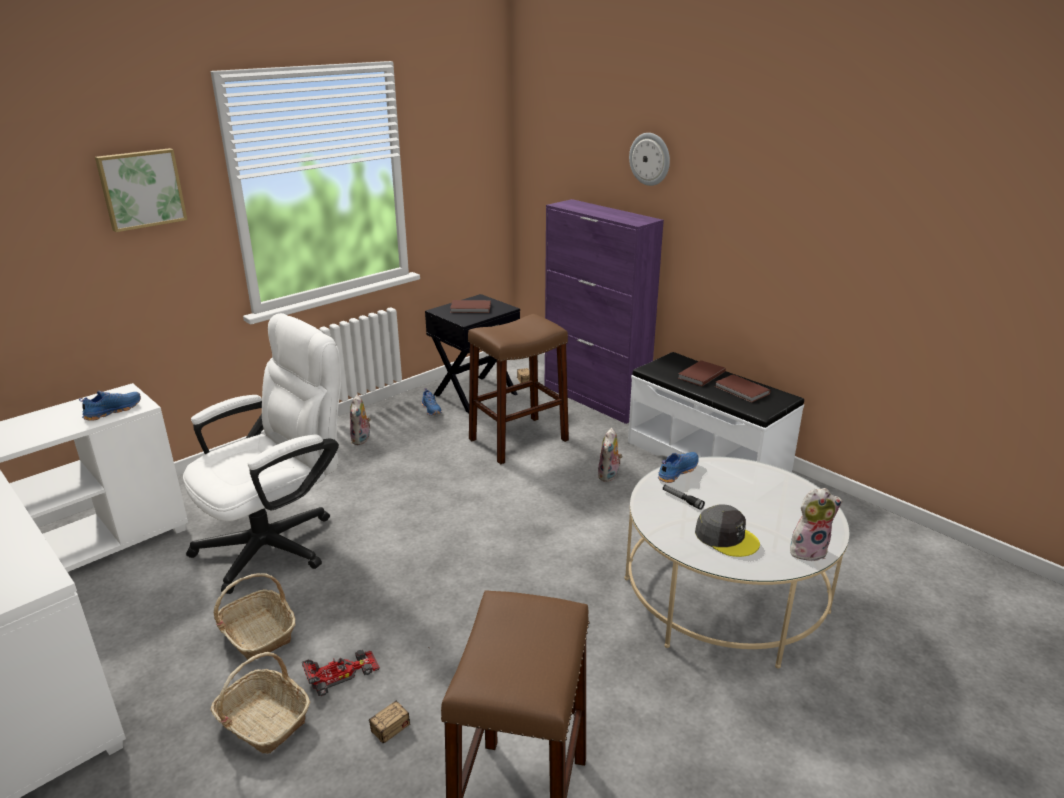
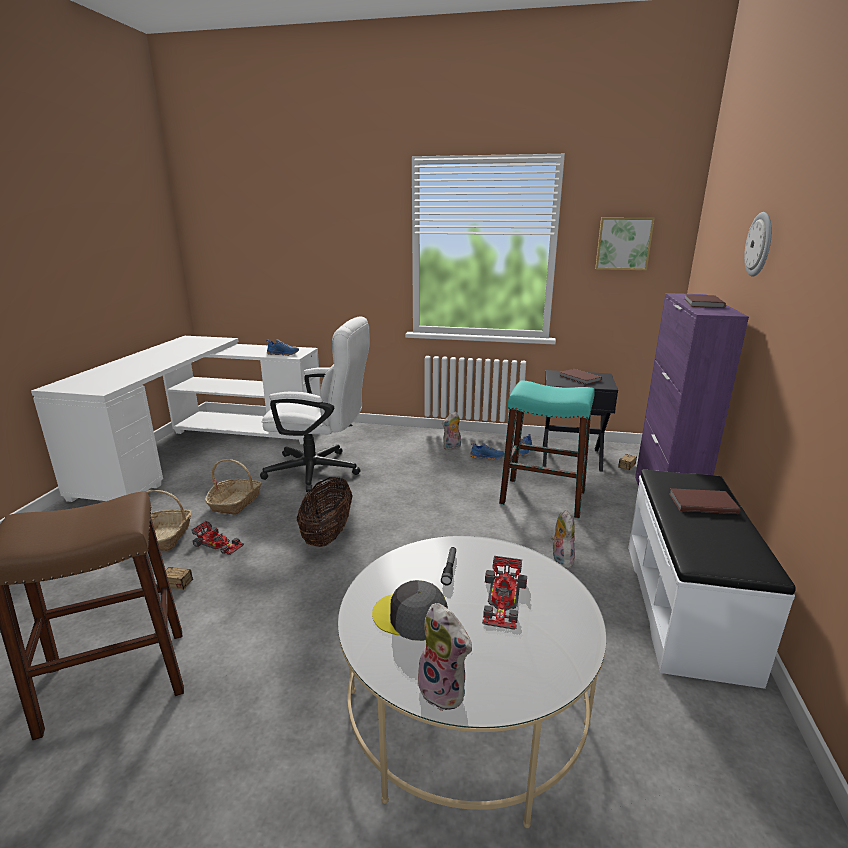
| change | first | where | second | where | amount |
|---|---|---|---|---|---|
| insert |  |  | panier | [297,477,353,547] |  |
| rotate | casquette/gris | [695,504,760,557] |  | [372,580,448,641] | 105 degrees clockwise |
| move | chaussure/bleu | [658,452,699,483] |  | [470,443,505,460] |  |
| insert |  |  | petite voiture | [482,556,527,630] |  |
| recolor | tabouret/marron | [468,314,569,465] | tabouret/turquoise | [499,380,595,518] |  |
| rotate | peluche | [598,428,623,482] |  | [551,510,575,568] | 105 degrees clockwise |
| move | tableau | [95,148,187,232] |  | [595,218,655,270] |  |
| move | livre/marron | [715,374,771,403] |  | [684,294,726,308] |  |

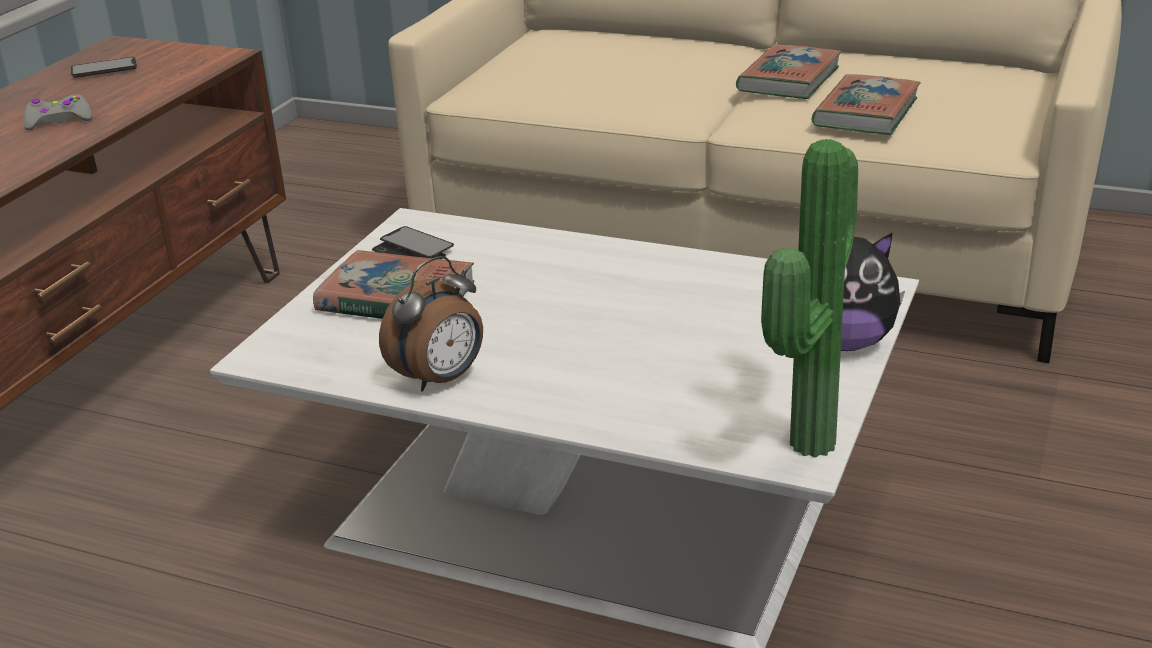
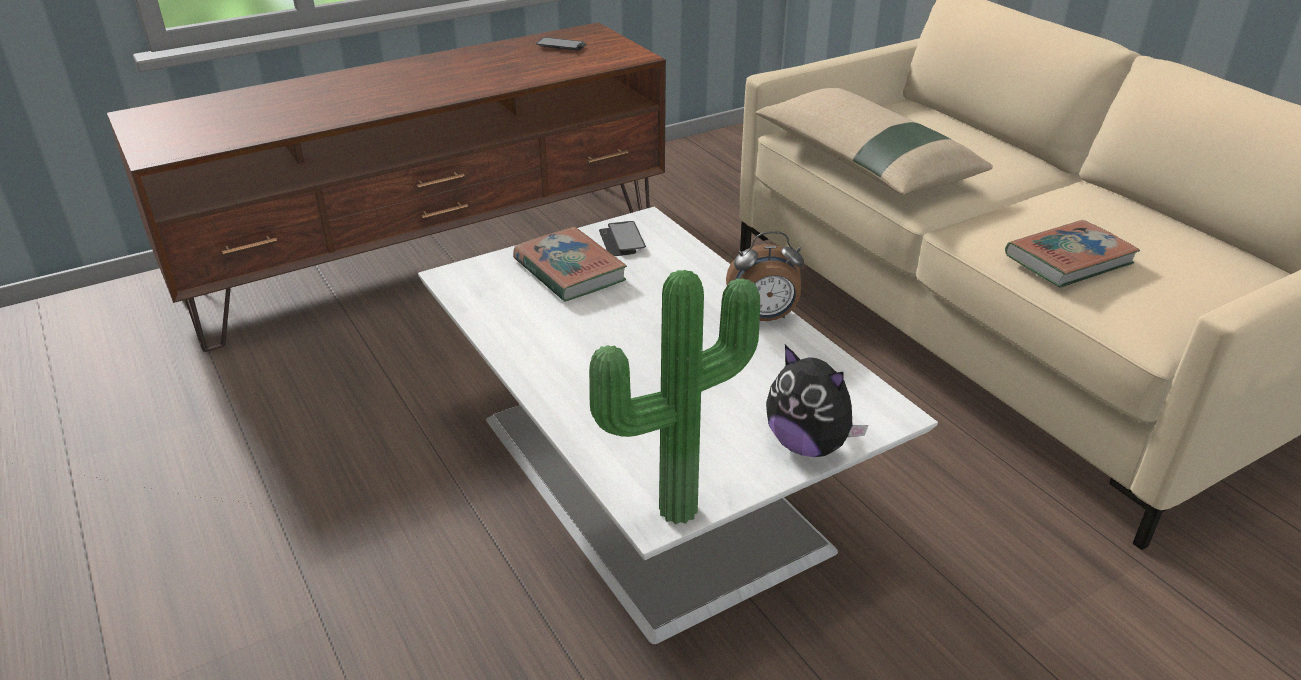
| change | first | where | second | where | amount |
|---|---|---|---|---|---|
| move | réveil | [379,256,483,392] |  | [726,231,804,321] |  |
| insert |  |  | coussin/beige | [756,88,993,195] |  |
| delete | manette/gris | [23,95,92,130] |  |  |  |
| delete | livre | [736,44,842,99] |  |  |  |

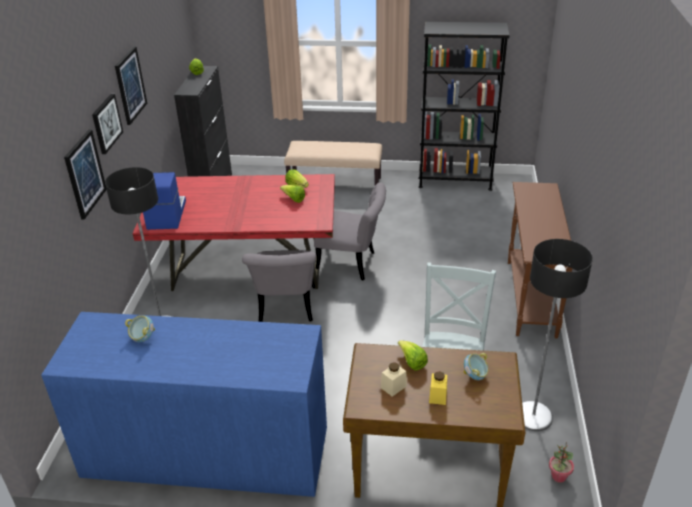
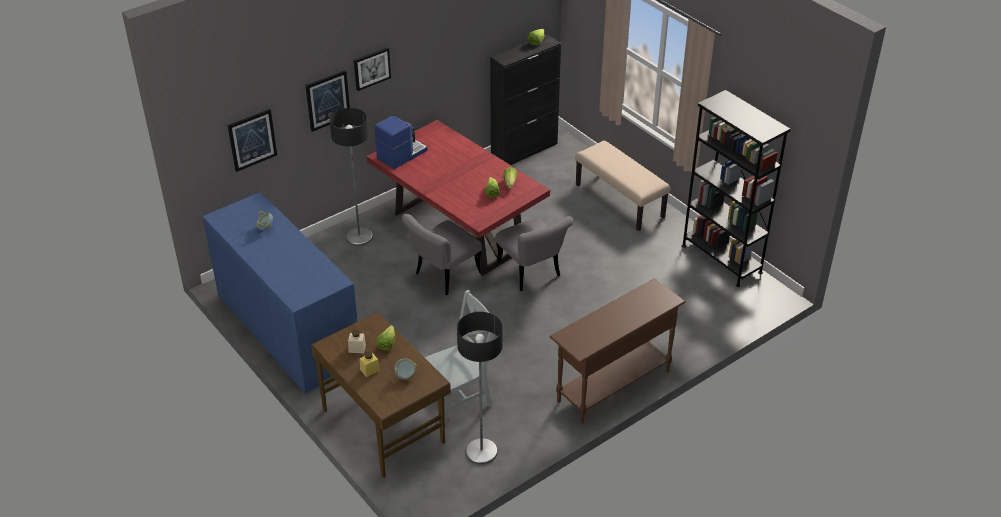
| change | first | where | second | where | amount |
|---|---|---|---|---|---|
| move | tableau | [115,47,147,125] |  | [227,109,277,172] |  |
| delete | plante en pot | [549,442,574,483] |  |  |  |

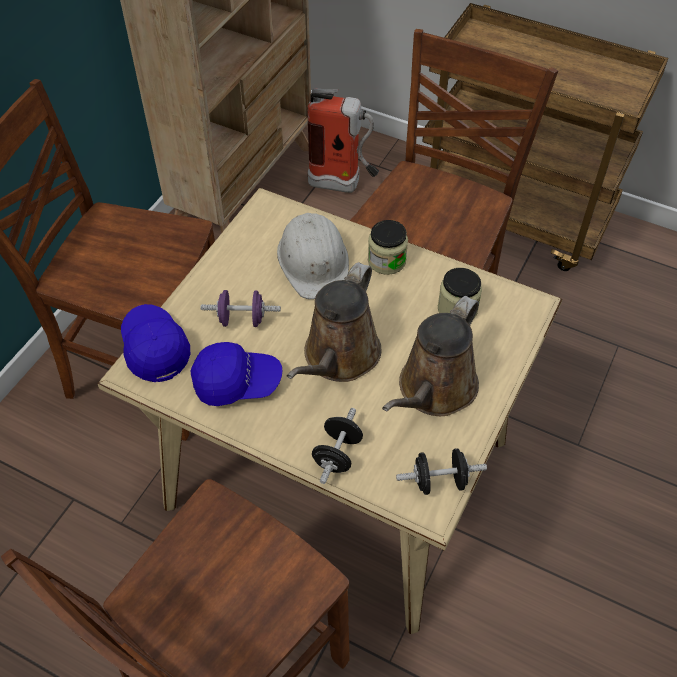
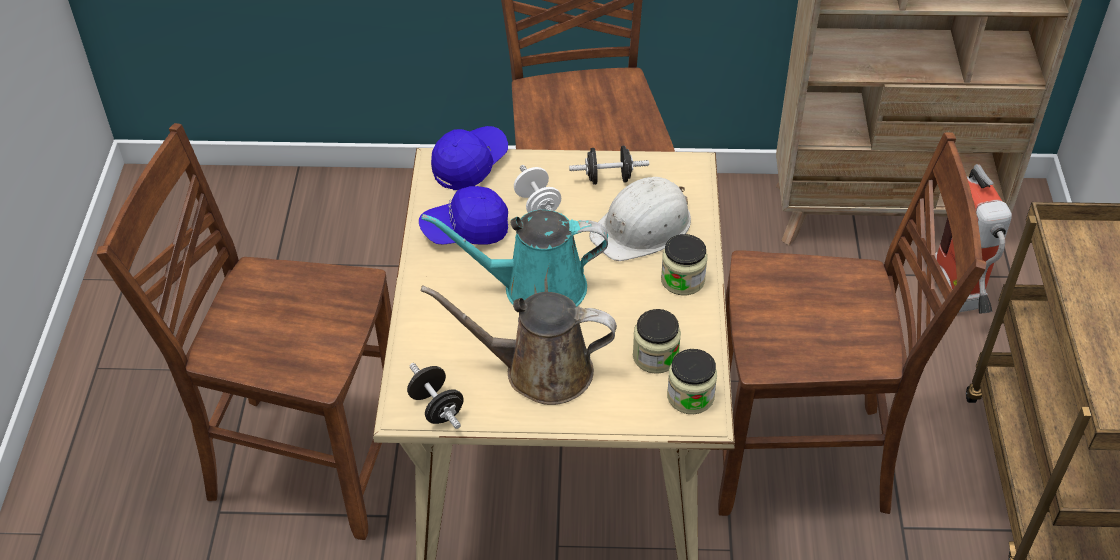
| change | first | where | second | where | amount |
|---|---|---|---|---|---|
| rotate | casquette/bleu | [190,342,282,406] |  | [419,186,508,245] | 105 degrees clockwise |
| recolor | arrosoir/marron | [287,262,381,382] | arrosoir/turquoise | [421,210,608,307] |  |
| recolor | haltère/violet | [201,290,281,327] | haltère/blanc | [514,165,561,213] |  |
| move | haltère/noir | [312,408,363,484] |  | [569,146,649,185] |  |
| insert |  |  | bocal | [667,349,717,414] |  |

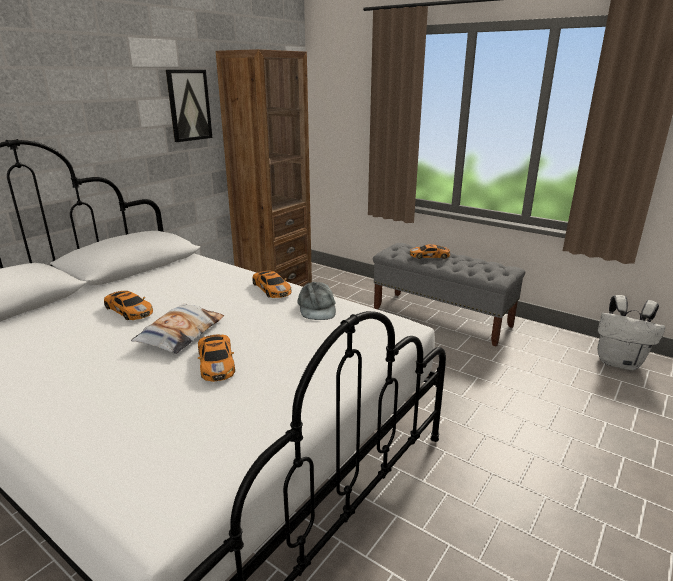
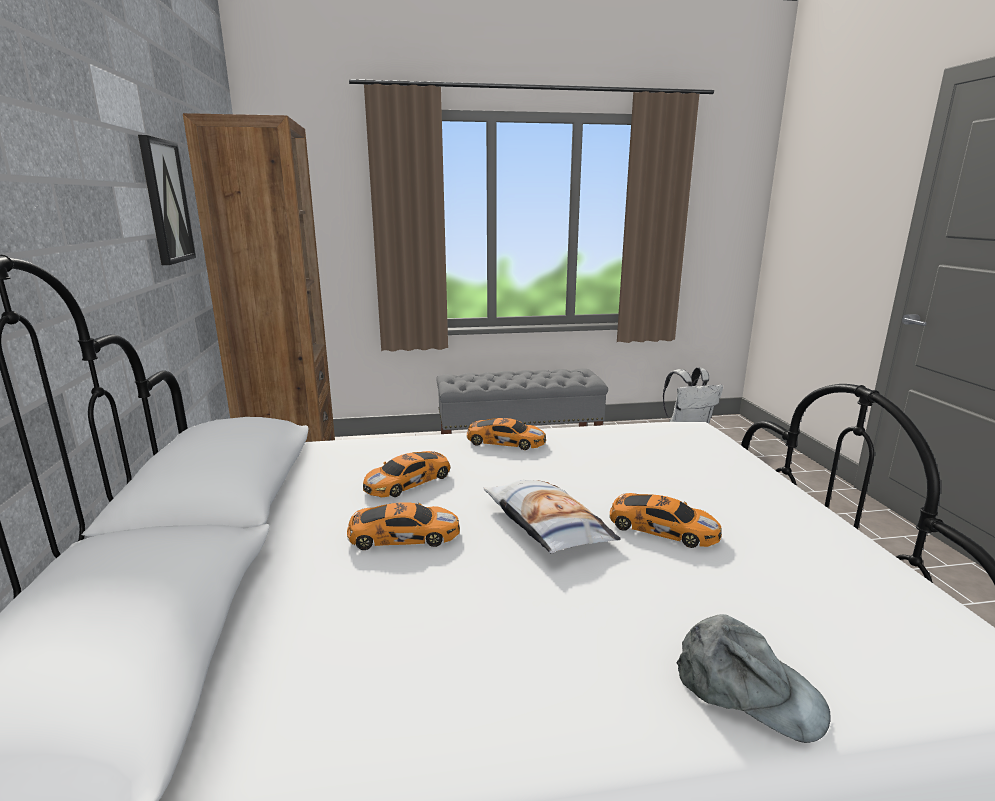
| change | first | where | second | where | amount |
|---|---|---|---|---|---|
| move | petite voiture | [409,244,450,259] |  | [363,451,451,497] |  |
| move | casquette/gris | [297,281,336,320] |  | [677,614,831,743] |  |

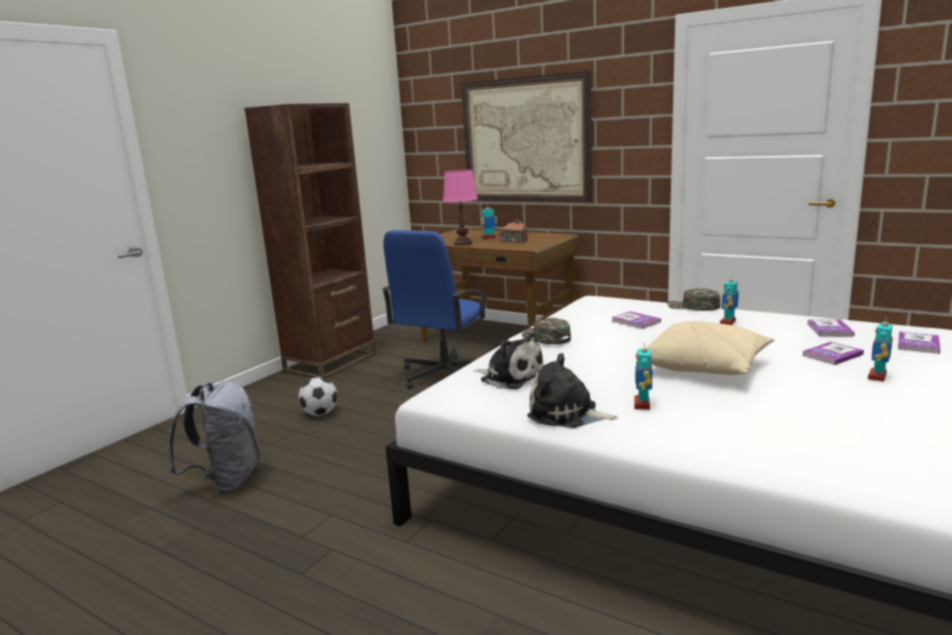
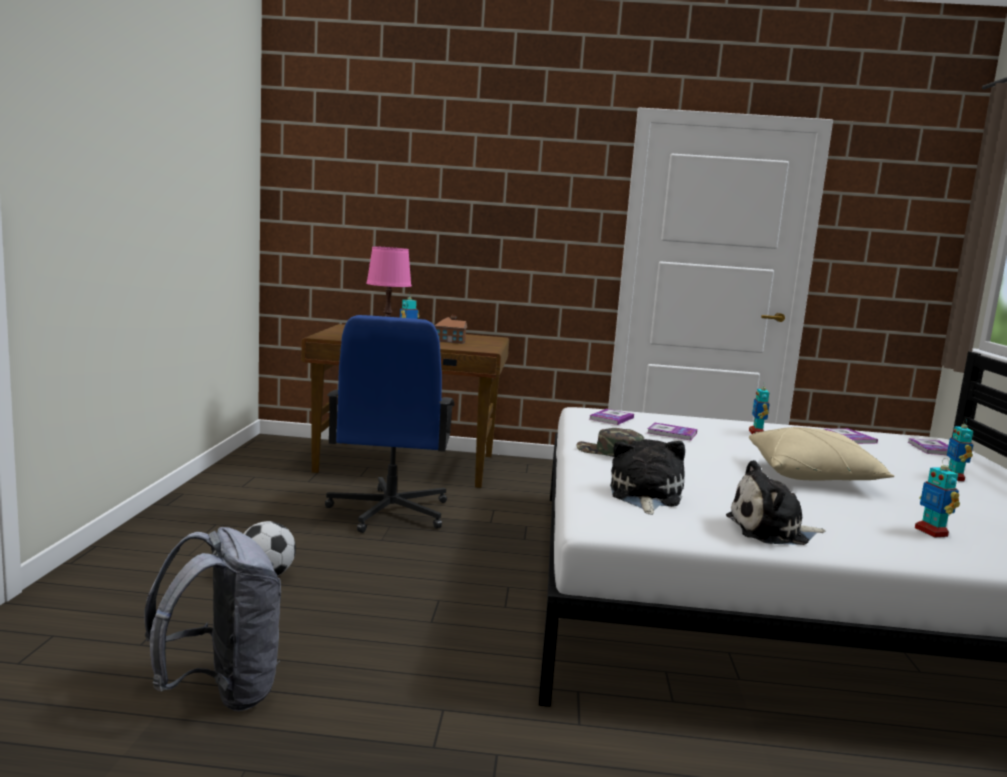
| change | first | where | second | where | amount |
|---|---|---|---|---|---|
| move | livre | [802,342,864,365] |  | [590,409,634,425] |  |
| rotate | peluche | [474,333,543,389] |  | [610,439,685,515] | 90 degrees counterclockwise |
| move | robot jouet | [634,341,652,410] |  | [915,458,960,538] |  |
| delete | bibliothèque/marron | [244,103,376,378] |  |  |  |
| delete | tableau | [461,71,592,203] |  |  |  |
| delete | casquette/vert | [667,288,720,311] |  |  |  |

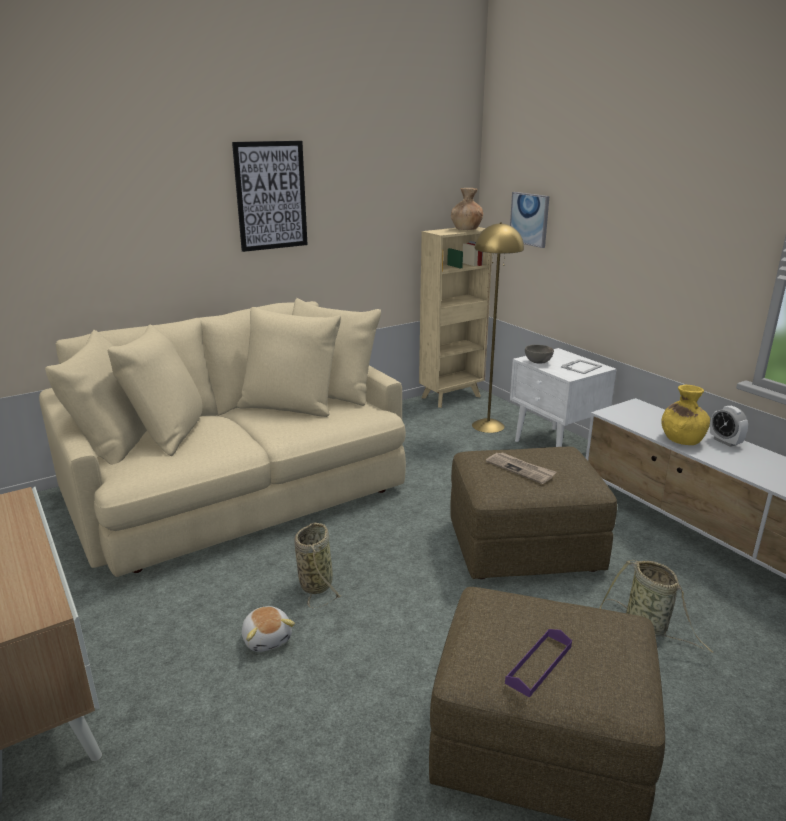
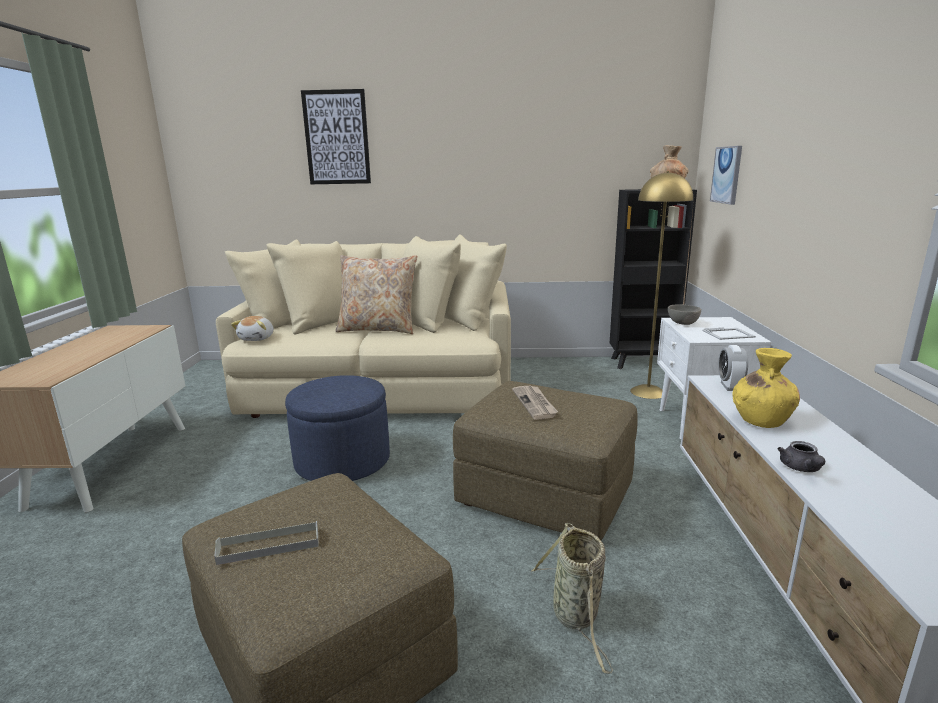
| change | first | where | second | where | amount |
|---|---|---|---|---|---|
| recolor | plateau/violet | [505,629,572,698] | plateau/gris | [214,521,319,565] |  |
| move | peluche | [242,606,295,652] |  | [231,316,274,341] |  |
| replace | panier | [294,523,342,609] | pouf/bleu | [285,375,390,481] |  |
| move | tableau | [232,141,308,252] |  | [301,89,371,184] |  |
| insert |  |  | coussin/beige | [336,255,417,334] |  |
| recolor | bibliothèque/beige | [419,227,492,408] | bibliothèque/noir | [610,189,697,369] |  |
| move | réveil | [710,406,748,447] |  | [718,345,748,391] |  |
| insert |  |  | théière/gris | [778,441,825,472] |  |

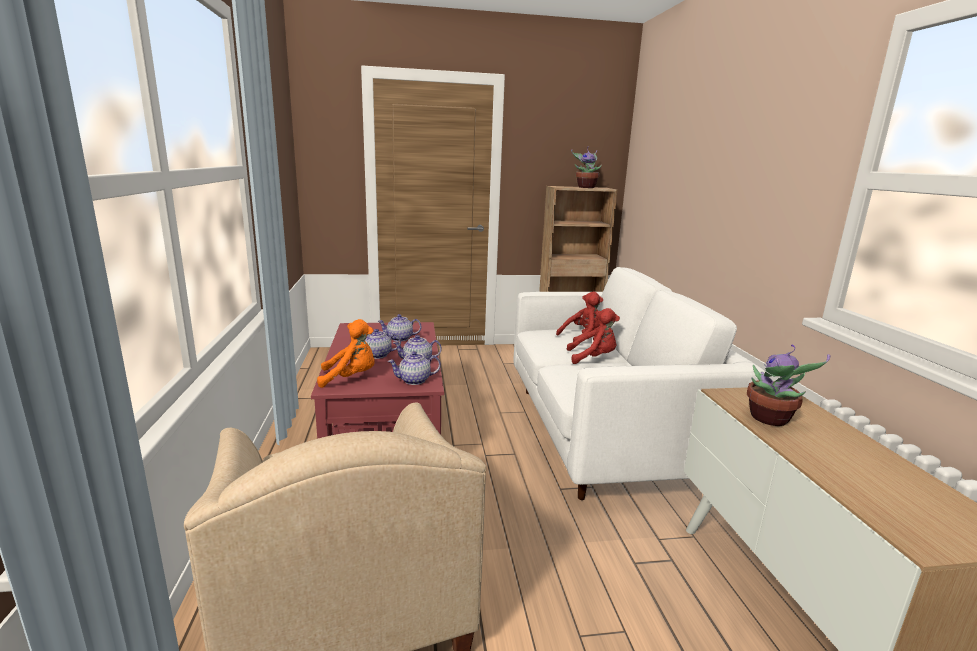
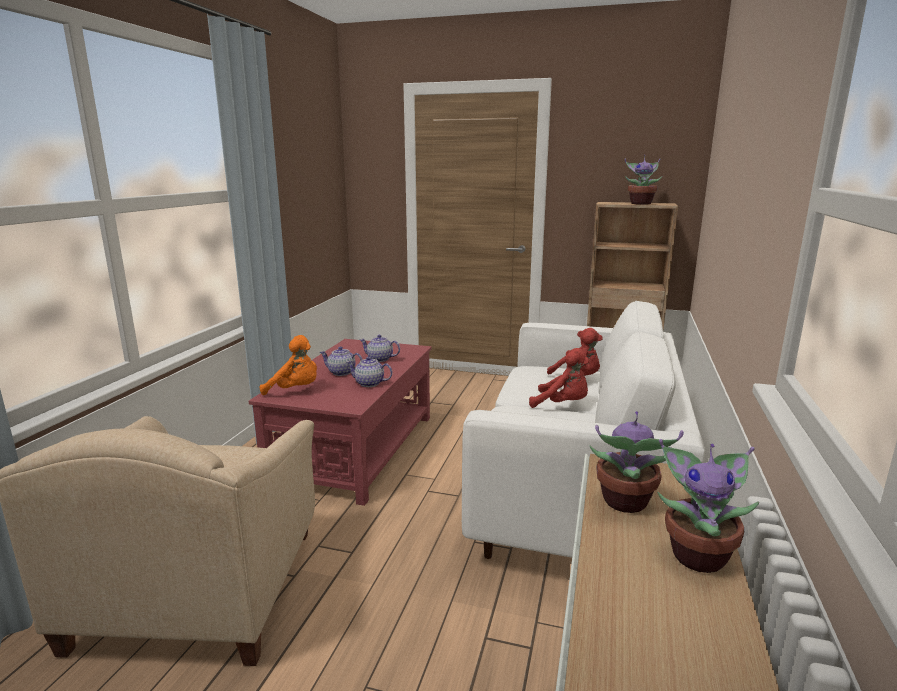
| change | first | where | second | where | amount |
|---|---|---|---|---|---|
| insert |  |  | plante en pot | [657,439,759,573] |  |
| delete | théière | [388,351,441,385] |  |  |  |

